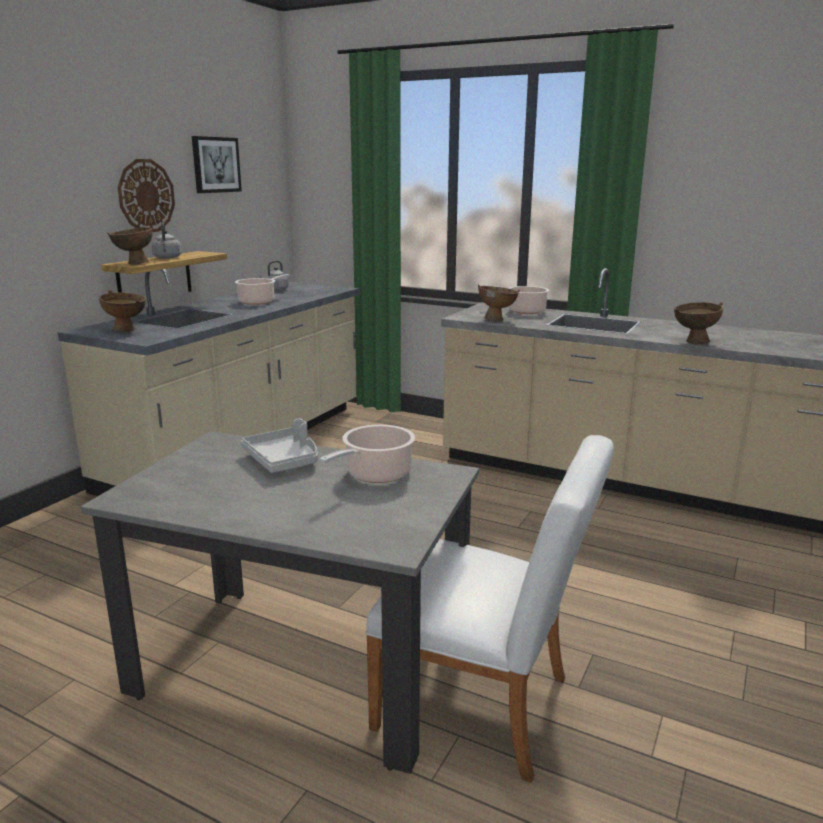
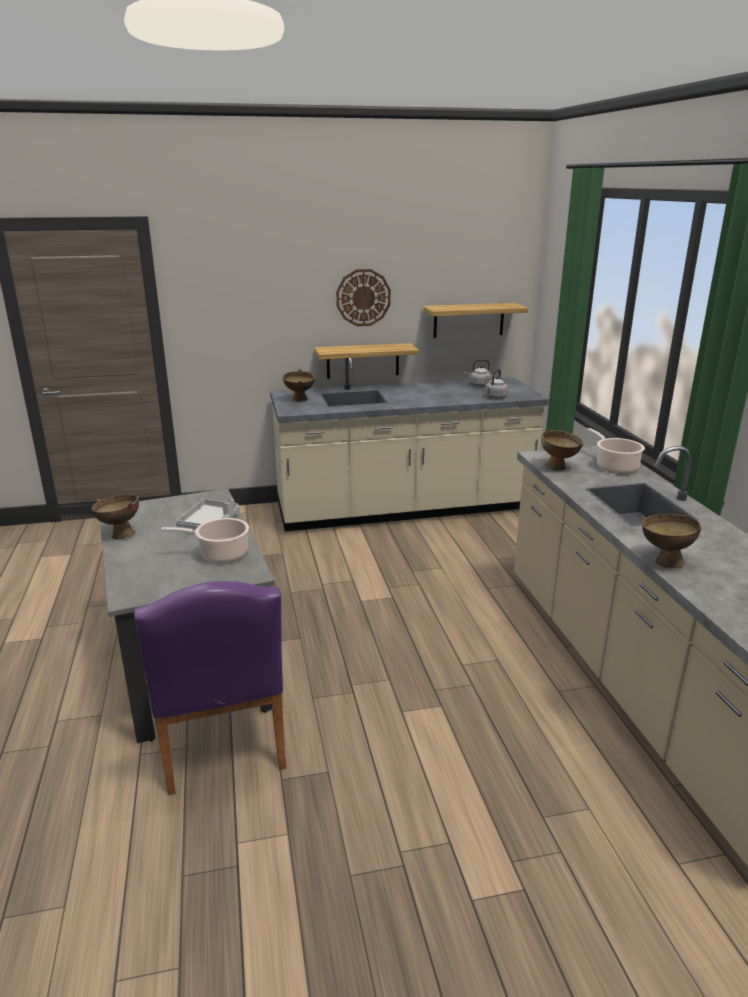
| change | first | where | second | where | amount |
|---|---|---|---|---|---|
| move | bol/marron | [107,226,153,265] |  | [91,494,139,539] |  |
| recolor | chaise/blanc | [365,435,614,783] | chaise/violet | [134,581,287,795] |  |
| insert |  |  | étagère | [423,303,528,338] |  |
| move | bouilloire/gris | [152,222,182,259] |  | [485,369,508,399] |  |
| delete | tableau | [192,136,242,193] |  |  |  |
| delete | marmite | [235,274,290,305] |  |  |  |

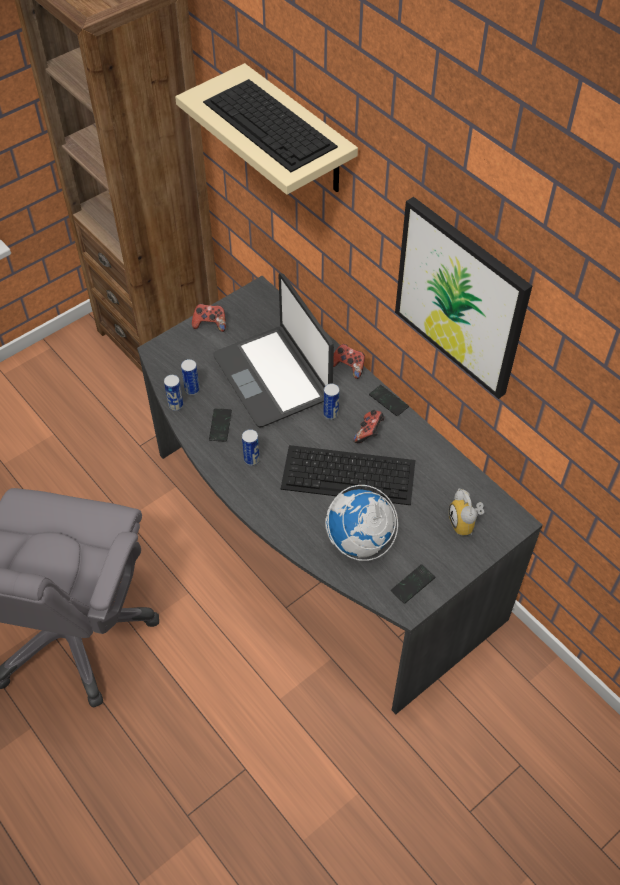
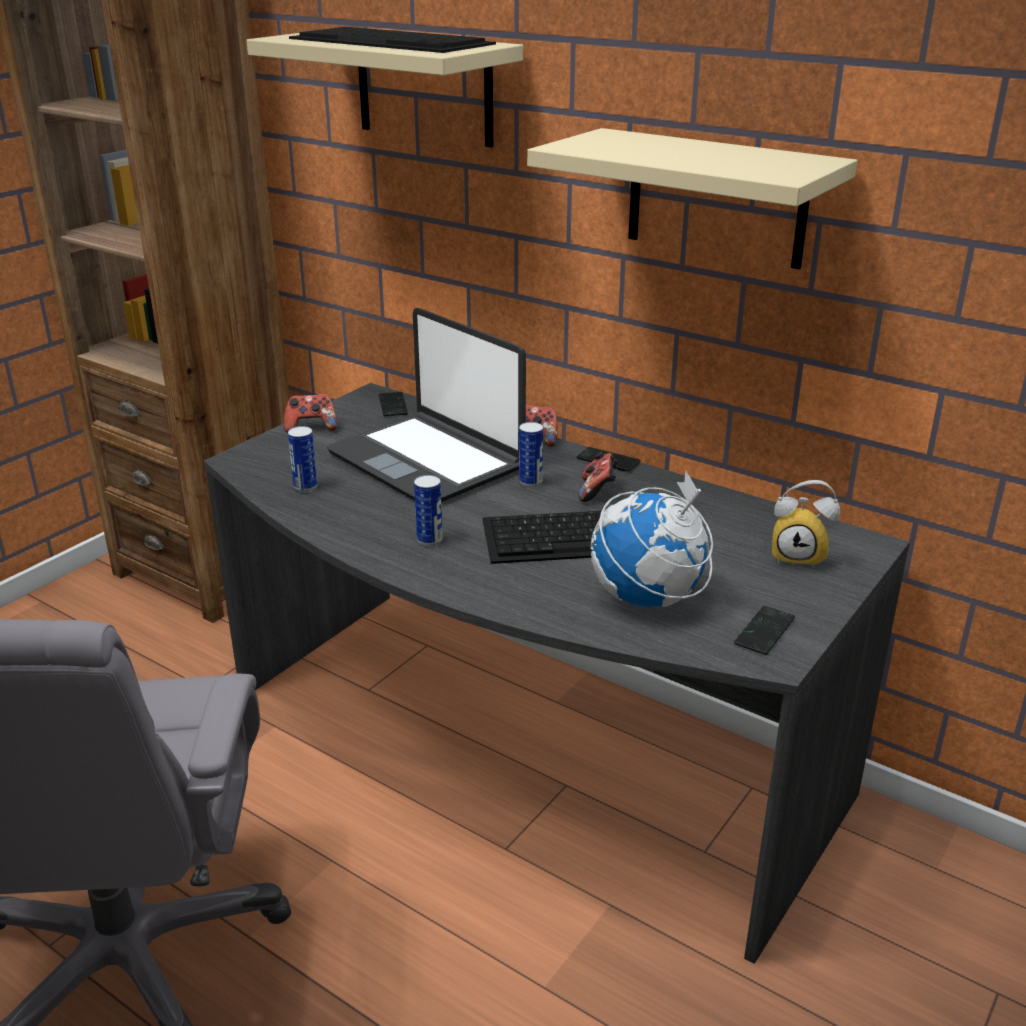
| change | first | where | second | where | amount |
|---|---|---|---|---|---|
| move | téléphone | [209,408,232,442] |  | [379,392,408,416] |  |
| replace | tableau | [395,197,532,399] | étagère/beige | [527,128,857,269] |  |
| rotate | réveil | [448,488,484,536] |  | [772,480,840,569] | 45 degrees counterclockwise |
| delete | boîte métallique | [164,375,183,411] |  |  |  |

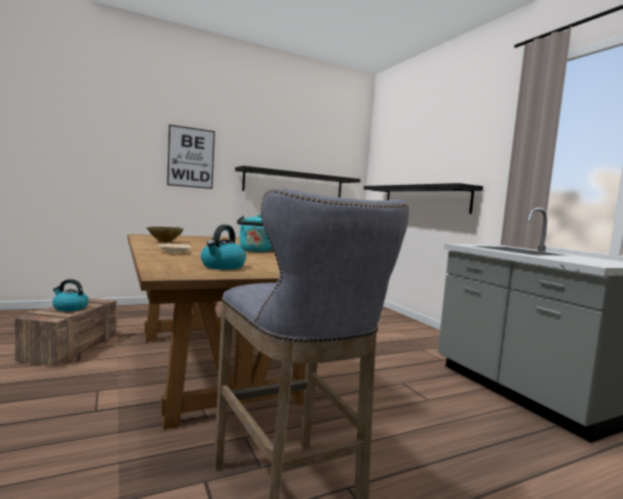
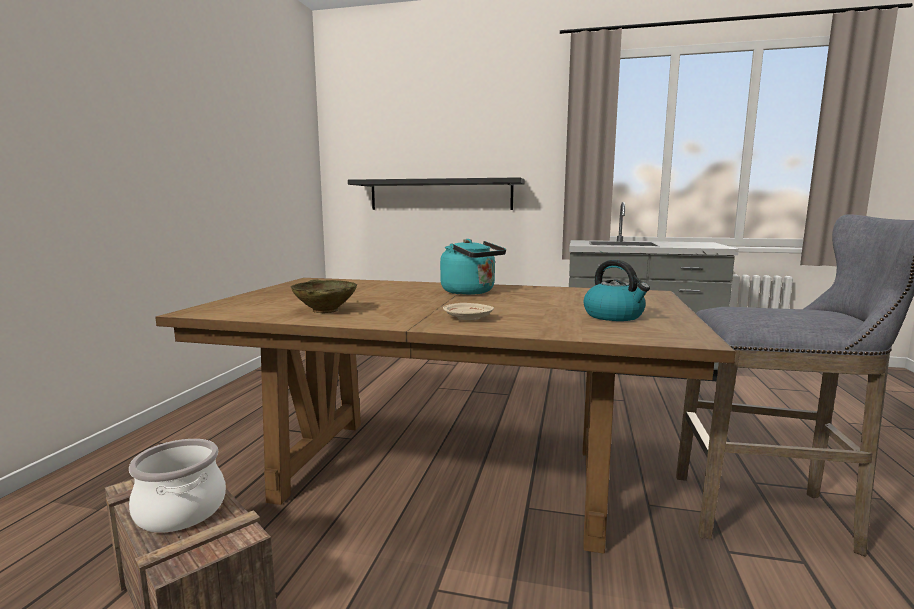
| change | first | where | second | where | amount |
|---|---|---|---|---|---|
| replace | bouilloire | [52,279,89,312] | marmite | [129,439,226,533] |  |
| delete | tableau | [167,125,215,189] |  |  |  |
| delete | étagère/noir | [235,166,360,198] |  |  |  |

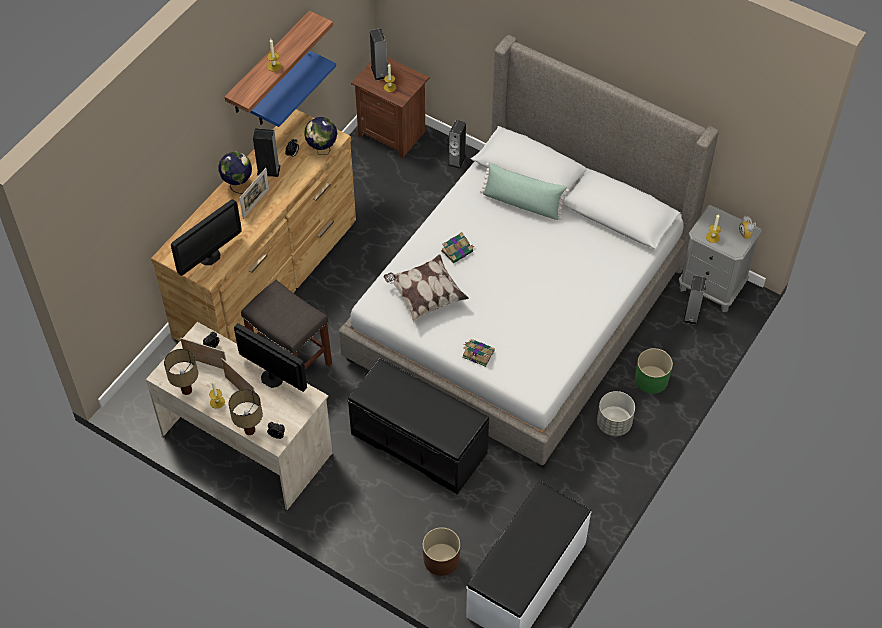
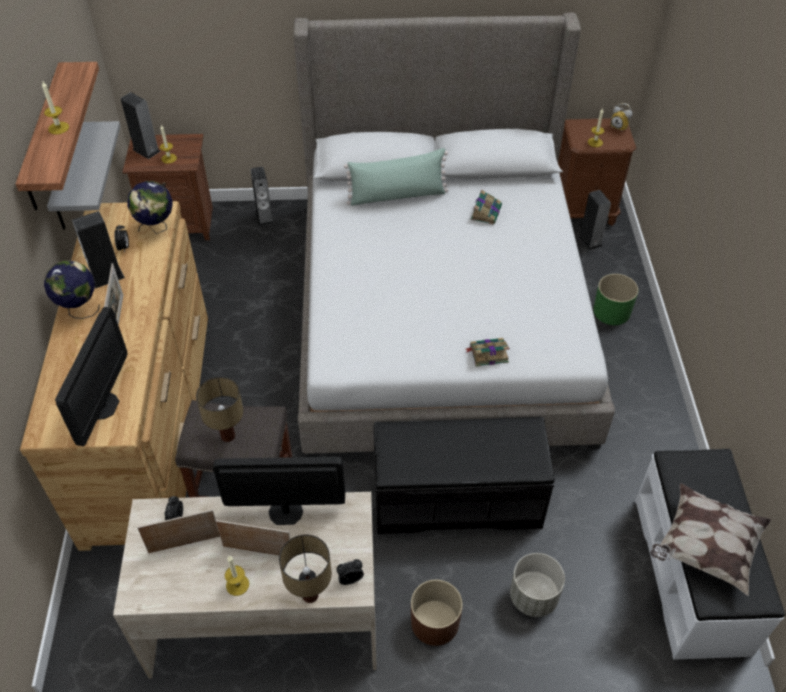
| change | first | where | second | where | amount |
|---|---|---|---|---|---|
| recolor | étagère/bleu | [250,50,336,127] | étagère/gris | [47,121,120,230] |  |
| move | lampe de table | [164,349,198,395] |  | [196,377,244,442] |  |
| move | cache-pot/marron | [423,527,460,576] |  | [411,580,463,646] |  |
| move | livre | [441,232,475,263] |  | [471,190,502,224] |  |
| move | cache-pot/gris | [597,391,635,436] |  | [510,553,565,617] |  |
| recolor | table de chevet/gris | [679,205,762,312] | table de chevet/marron | [558,118,636,226] |  |
| move | coussin | [383,254,469,322] |  | [650,483,771,596] |  |

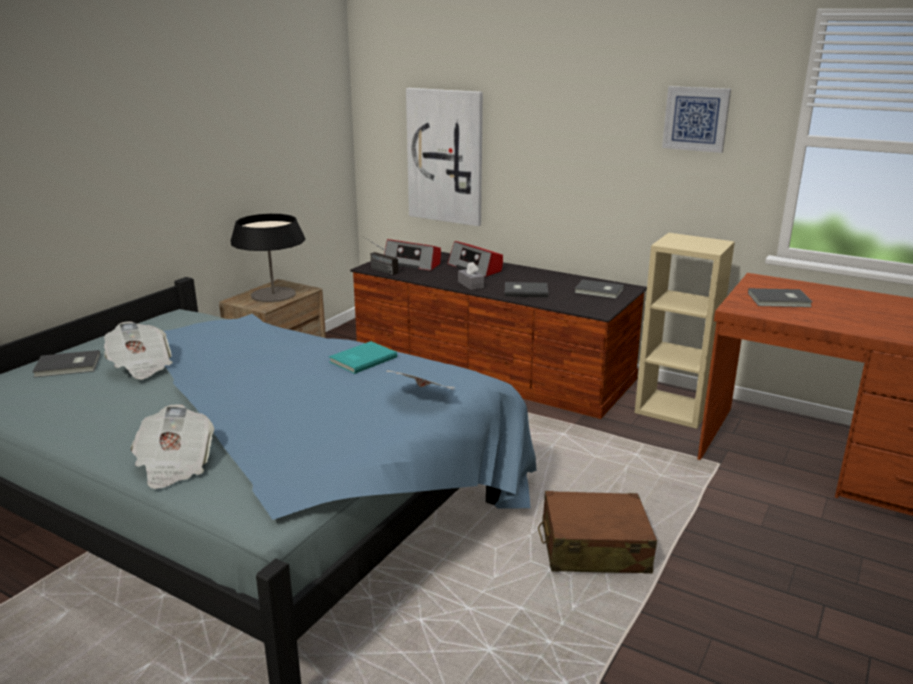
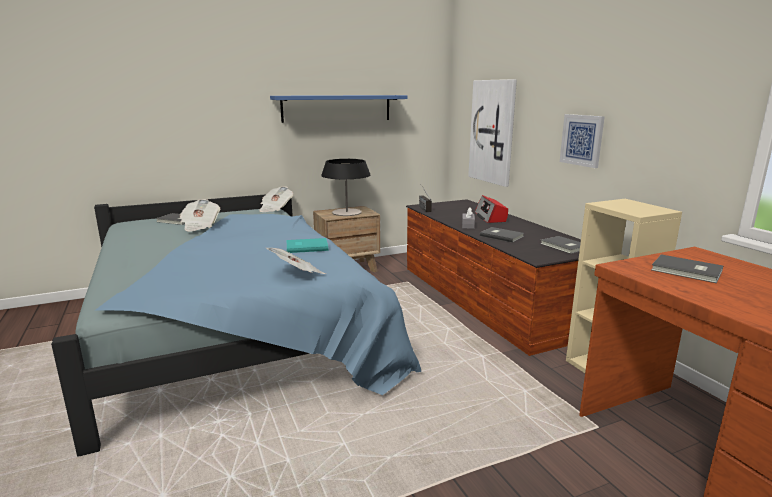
| change | first | where | second | where | amount |
|---|---|---|---|---|---|
| move | journal | [131,404,214,489] |  | [259,186,293,212] |  |
| insert |  |  | étagère/bleu | [270,95,408,123] |  |
| move | tableau | [662,86,731,153] |  | [560,114,605,168] |  |
| delete | radio | [384,239,441,271] |  |  |  |
| delete | valise/marron | [538,491,657,574] |  |  |  |

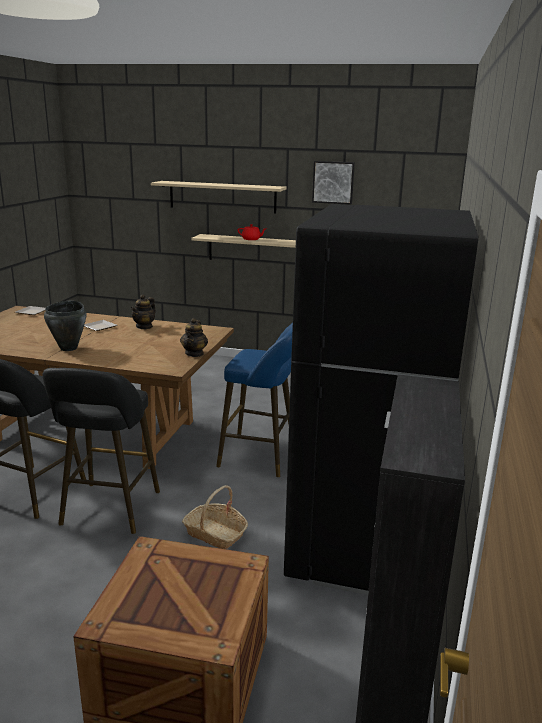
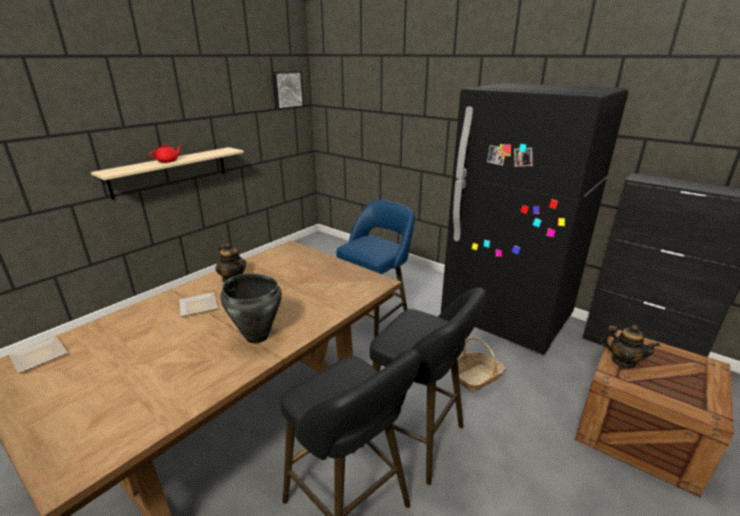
| change | first | where | second | where | amount |
|---|---|---|---|---|---|
| move | tableau | [312,161,355,205] |  | [273,71,304,110] |  |
| move | théière | [180,318,208,357] |  | [600,325,660,368] |  |
| delete | étagère/beige | [151,181,287,213] |  |  |  |

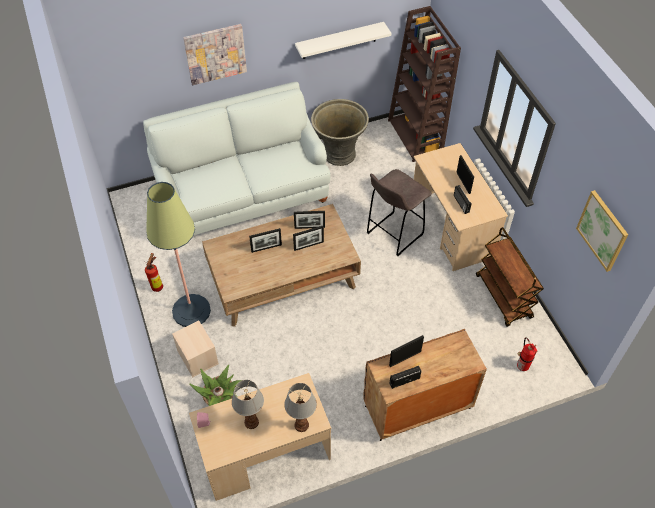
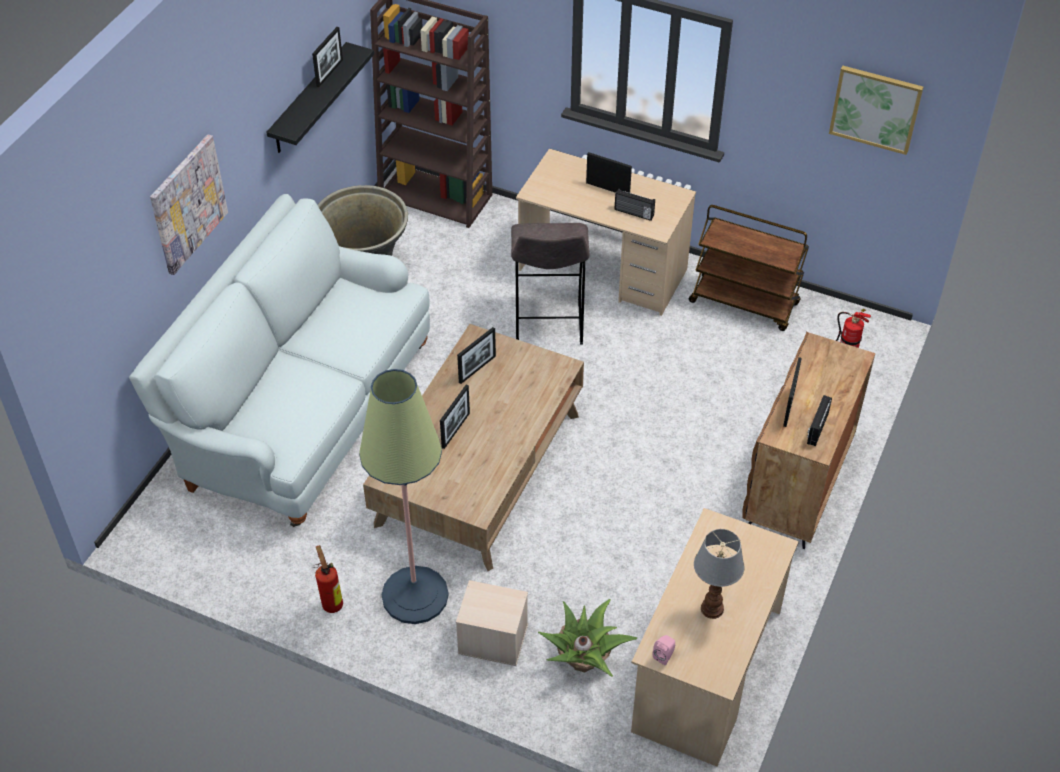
| change | first | where | second | where | amount |
|---|---|---|---|---|---|
| recolor | étagère/blanc | [295,22,391,59] | étagère/noir | [266,42,374,153] |  |
| move | cadre photo | [293,226,324,251] |  | [312,27,343,87] |  |
| delete | lampe de table | [284,383,317,432] |  |  |  |

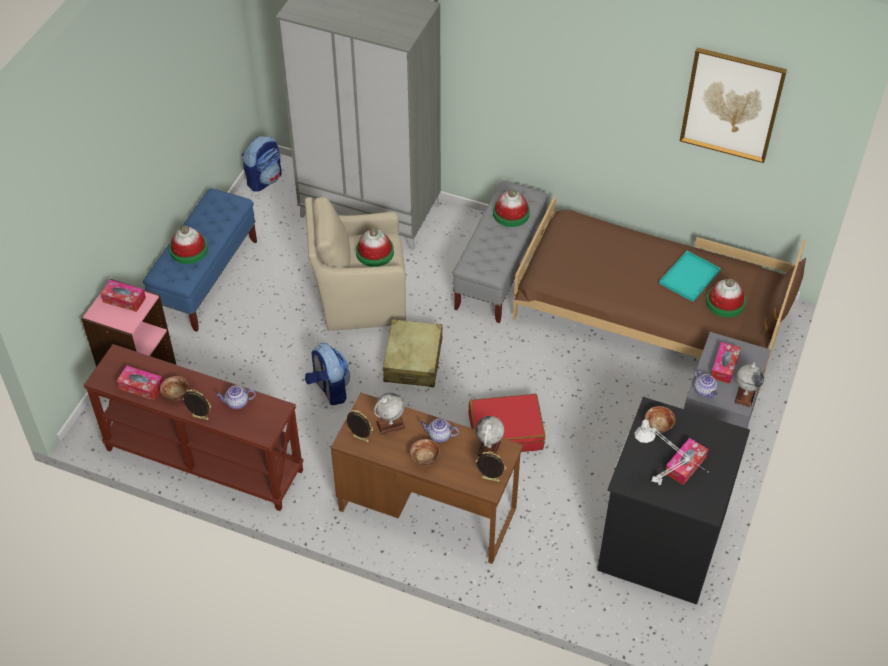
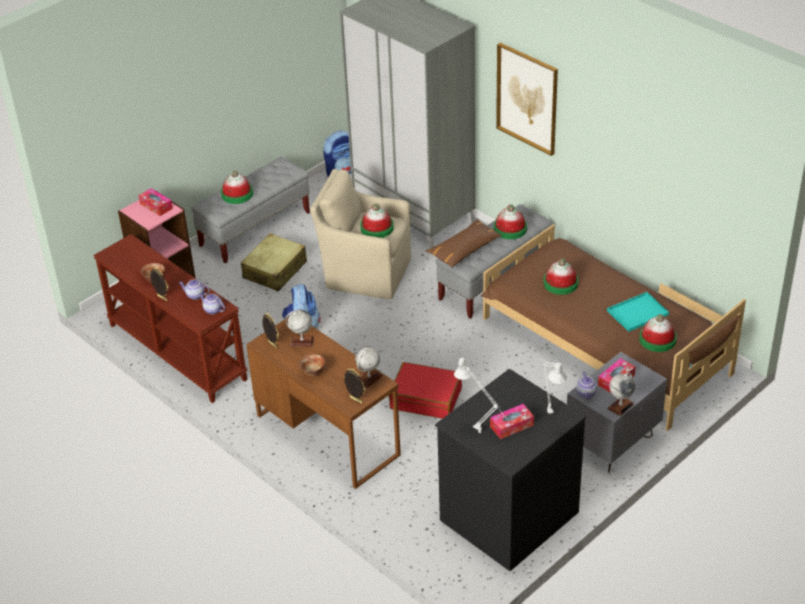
| change | first | where | second | where | amount |
|---|---|---|---|---|---|
| recolor | banc/bleu | [143,188,257,332] | banc/gris | [191,157,310,264] |  |
| move | théière | [421,419,459,443] |  | [199,293,225,315] |  |
| move | valise/beige | [383,319,442,387] |  | [241,233,307,291] |  |
| insert |  |  | coussin/marron | [425,219,502,268] |  |
| move | tableau | [680,48,787,163] |  | [496,43,558,156] |  |
| insert |  |  | lampe de table/gris | [539,358,567,414] |  |
| insert |  |  | chapeau | [543,258,578,295] |  |
| delete | boîte à mouchoirs | [117,366,163,400] |  |  |  |
| delete | bol | [645,406,675,433] |  |  |  |

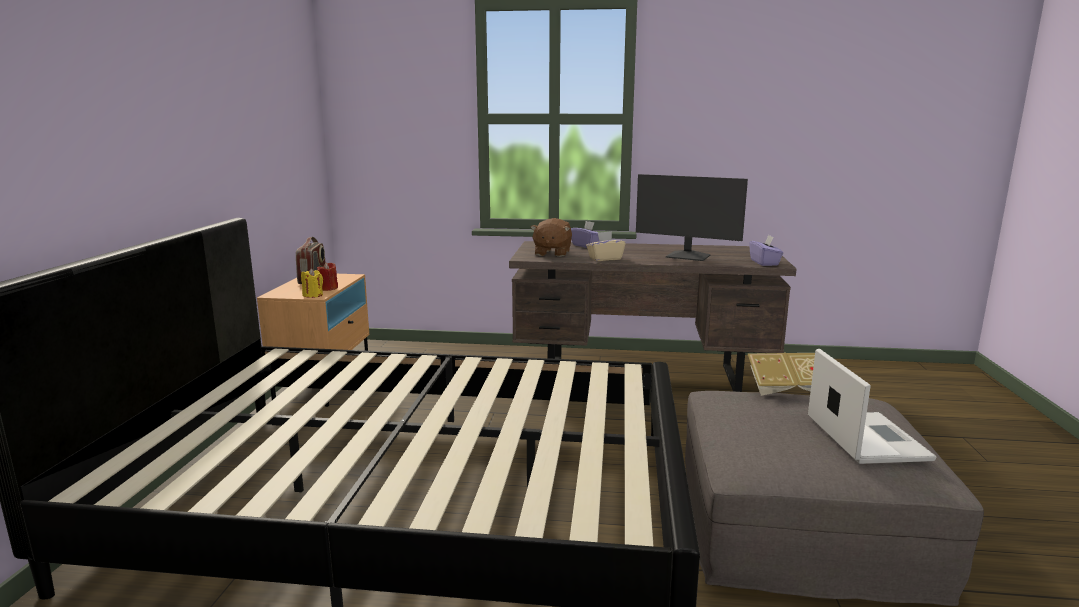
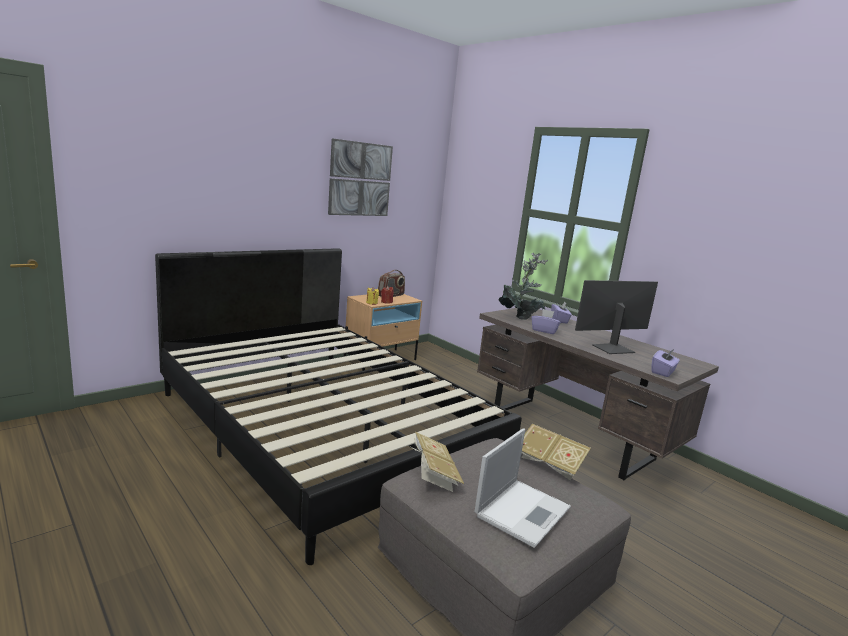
| change | first | where | second | where | amount |
|---|---|---|---|---|---|
| insert |  |  | tableau | [328,138,393,216] |  |
| insert |  |  | livre | [411,432,464,492] |  |
| replace | peluche/marron | [530,218,572,257] | plante en pot | [499,253,548,320] |  |
| recolor | boîte à mouchoirs/beige | [586,231,626,261] | boîte à mouchoirs/violet | [531,309,561,334] |  |
| rotate | écran d'ordinateur | [636,174,748,261] |  | [575,280,658,354] | 90 degrees clockwise |

